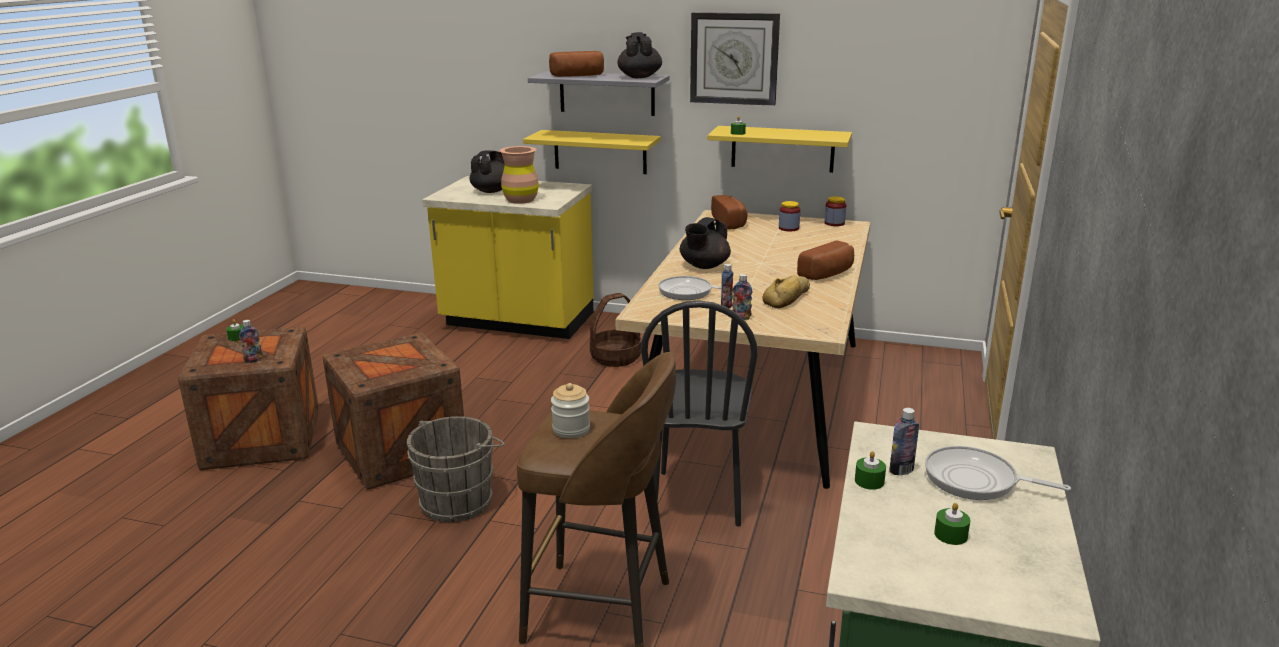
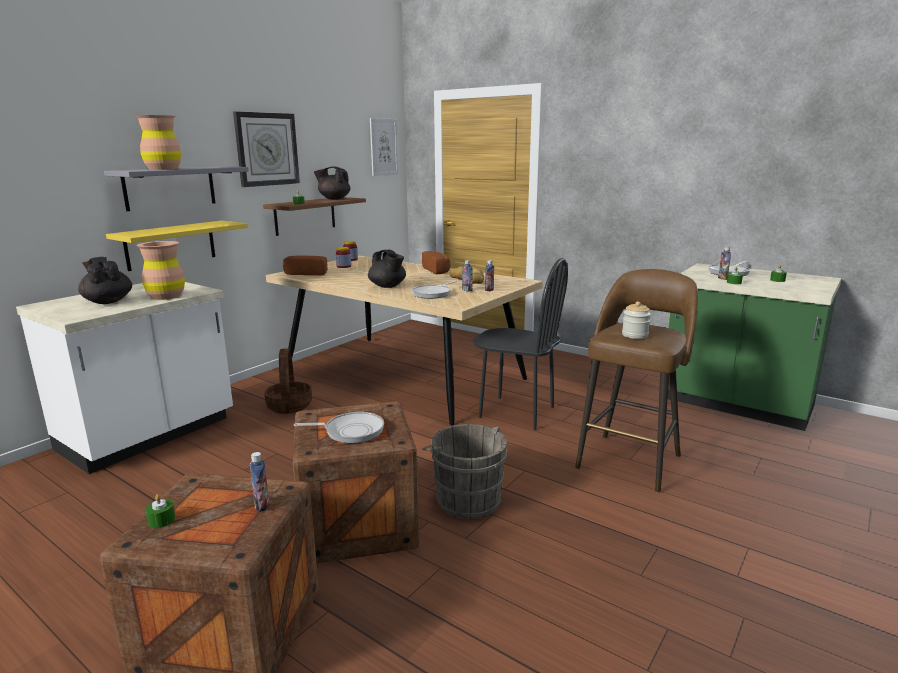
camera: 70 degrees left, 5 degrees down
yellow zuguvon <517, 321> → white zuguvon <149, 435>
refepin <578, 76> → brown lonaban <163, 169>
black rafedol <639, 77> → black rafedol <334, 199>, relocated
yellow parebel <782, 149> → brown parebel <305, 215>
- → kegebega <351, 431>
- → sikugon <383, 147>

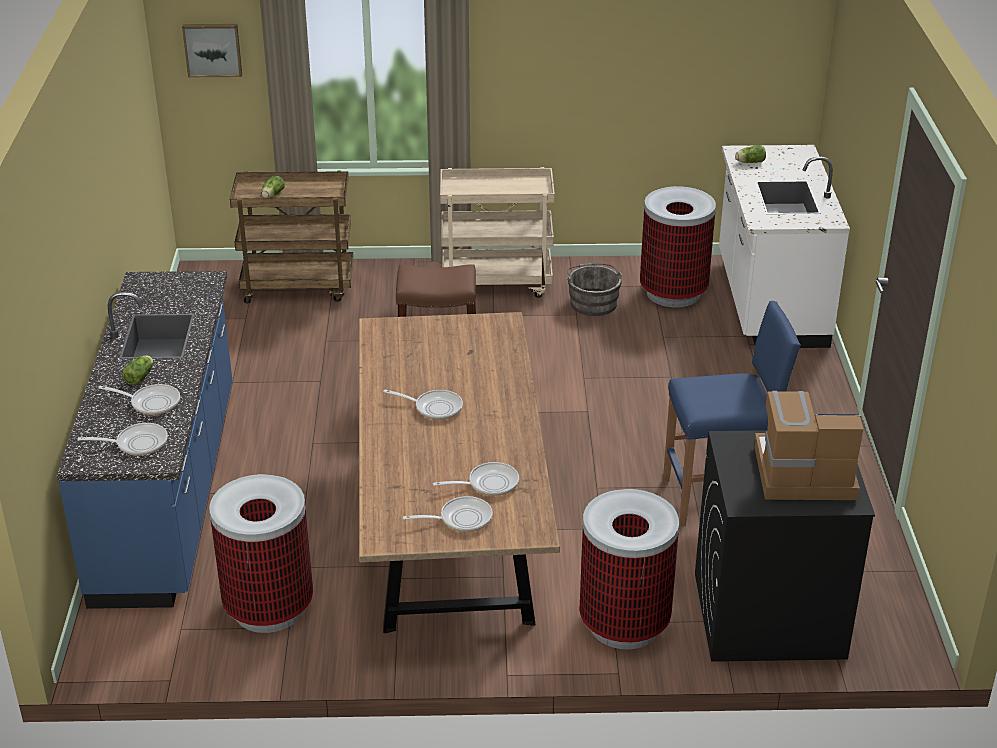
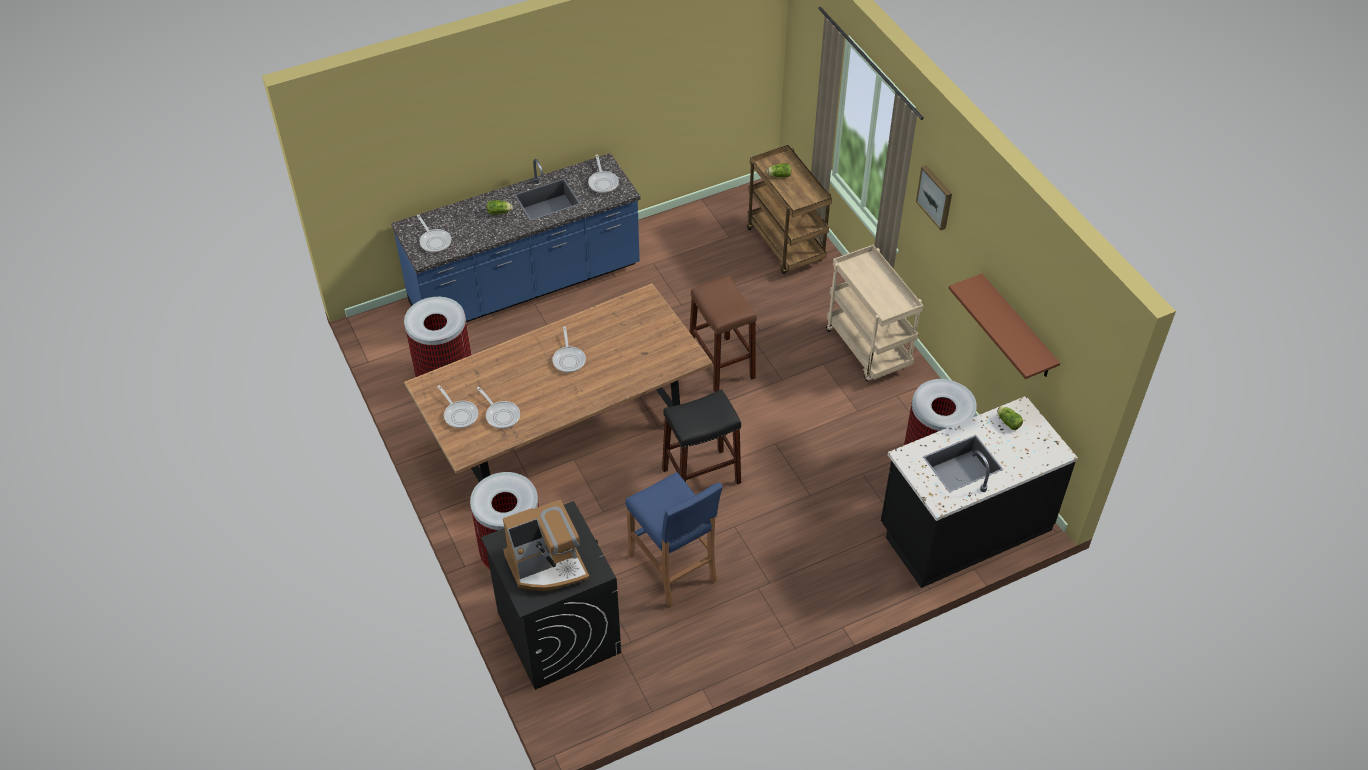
camera: 65 degrees right, 15 degrees up
kegebega <151, 402> → kegebega <603, 182>, relocated
sikugon <212, 49> → sikugon <936, 197>, relocated
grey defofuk <593, 302> → -
white zuguvon <769, 301> → black zuguvon <964, 528>
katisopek <802, 474> → katisopek <547, 565>, 90 degrees clockwise
- → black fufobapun <701, 476>
- → brown parebel <1017, 328>

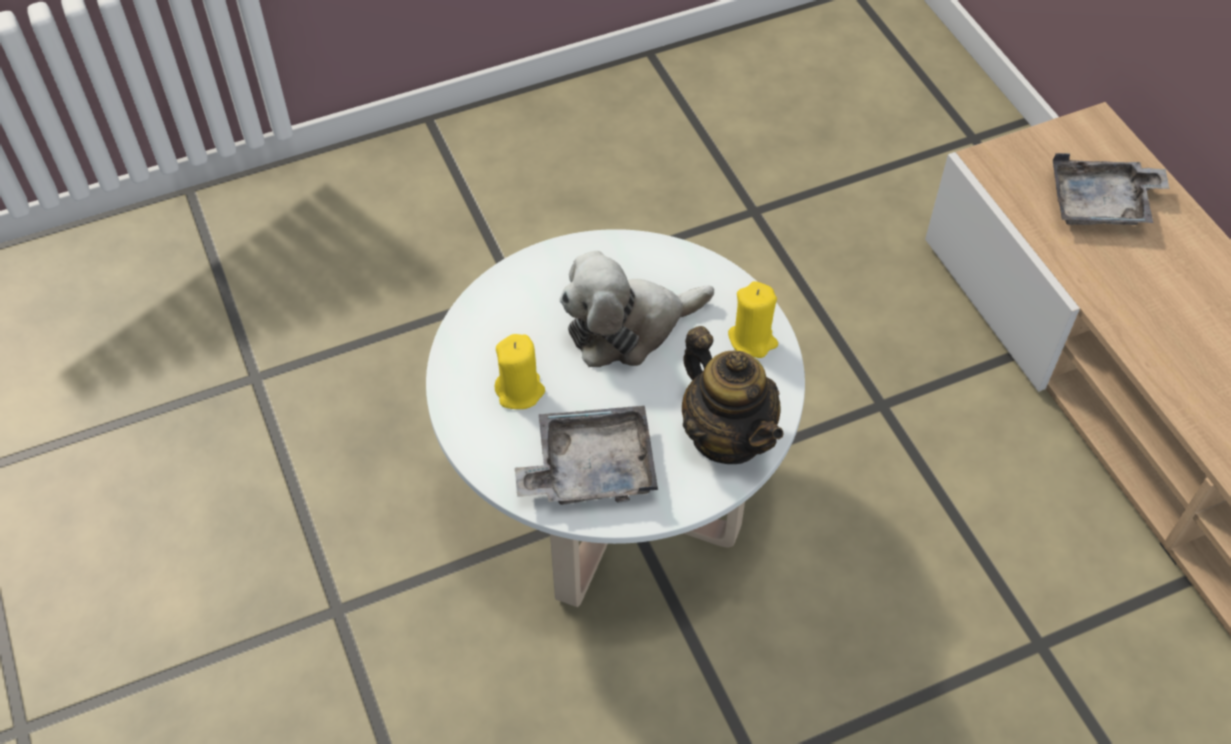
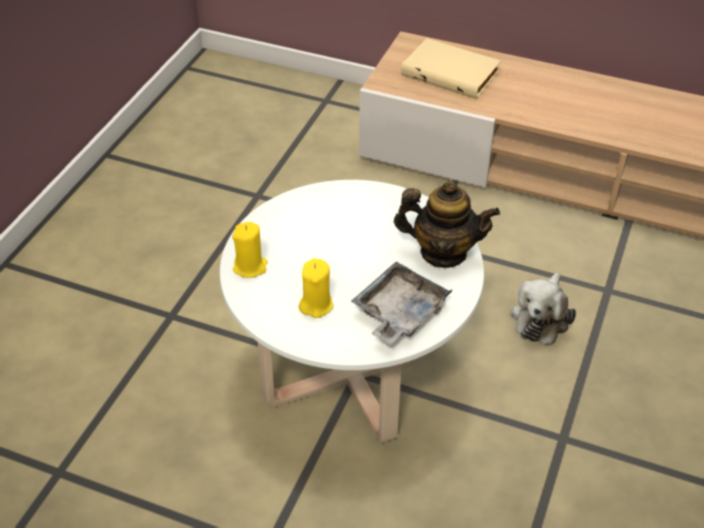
camera: 45 degrees left, 10 degrees down
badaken <628, 328> → badaken <541, 317>, relocated
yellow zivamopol <752, 340> → yellow zivamopol <250, 267>, relocated
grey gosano <1101, 205> → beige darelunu <451, 72>

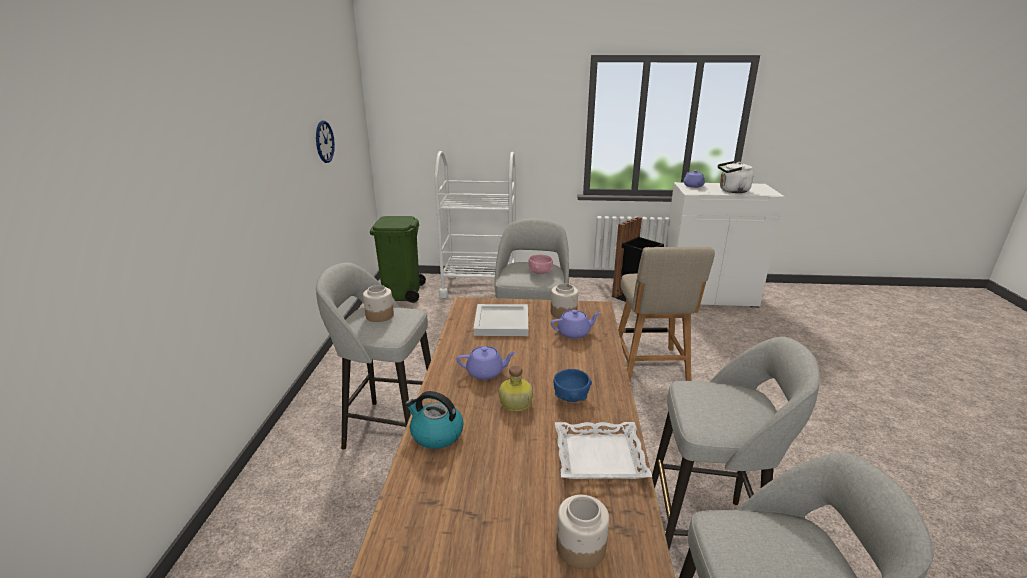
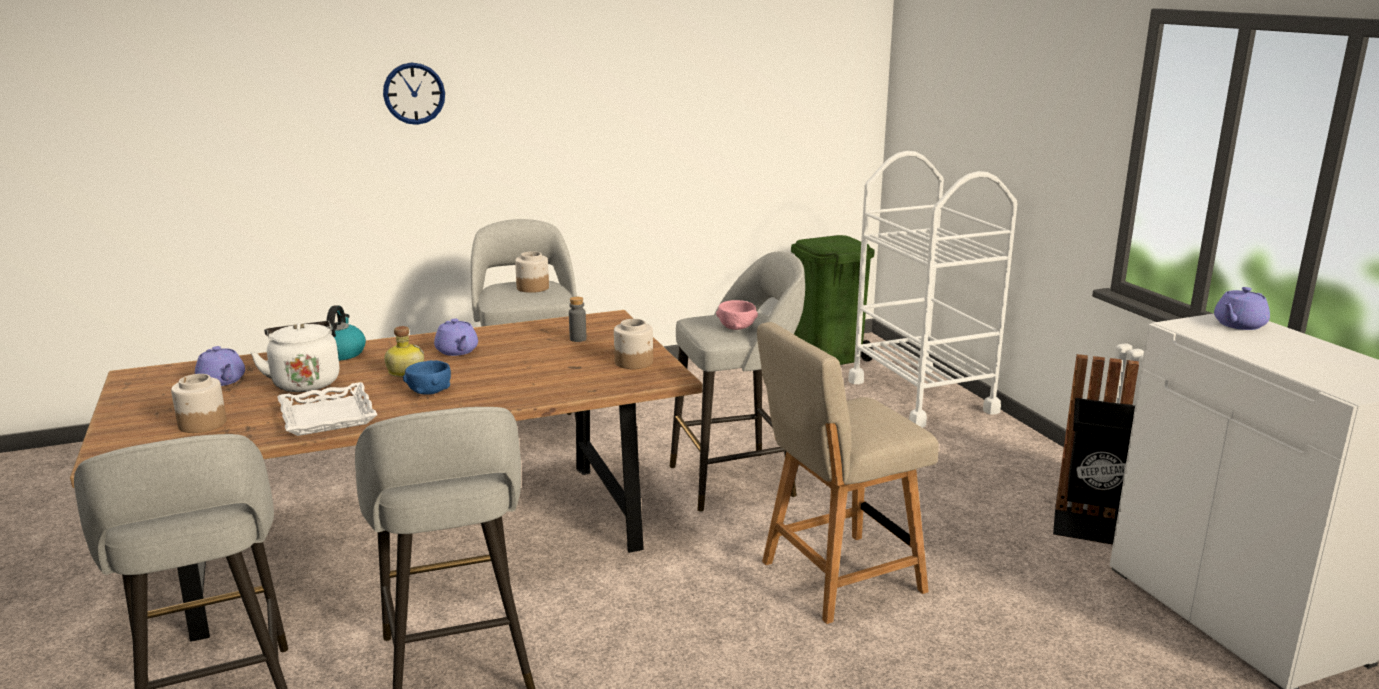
camera: 65 degrees right, 5 degrees down
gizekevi <324, 141> → gizekevi <414, 93>, relocated
white gosano <502, 322> → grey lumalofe <578, 339>
purple rafedol <574, 333> → purple rafedol <222, 381>, relocated
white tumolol <732, 191> → white tumolol <305, 382>, relocated

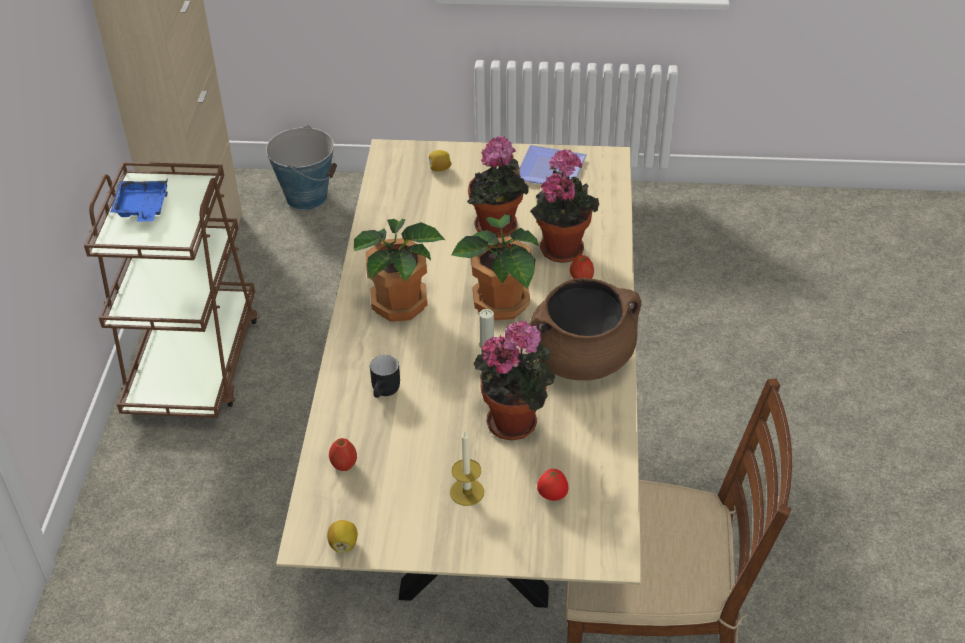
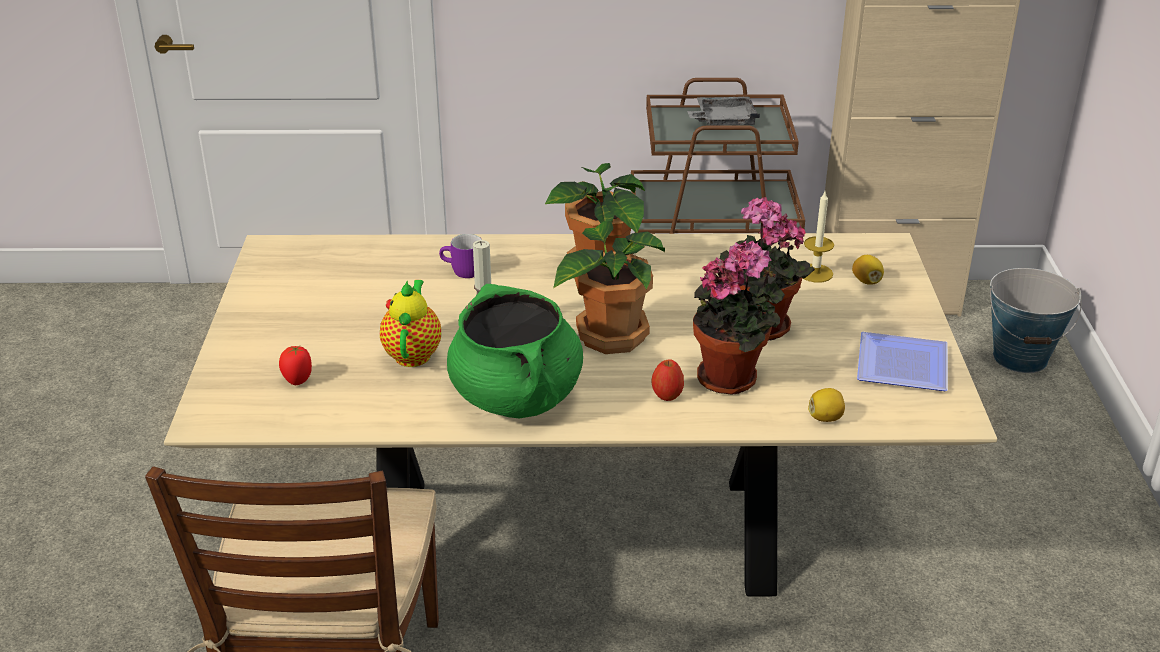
camera: 85 degrees right, 10 degrees down
blue gosano <142, 208> → grey gosano <723, 120>
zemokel <343, 544> → zemokel <825, 418>, relocated
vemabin <344, 464> → -
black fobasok <386, 391> → purple fobasok <462, 272>
zivamopol <467, 492> → zivamopol <815, 273>, relocated
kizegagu <516, 421> → rafedol <413, 353>
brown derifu <581, 359> → green derifu <517, 397>

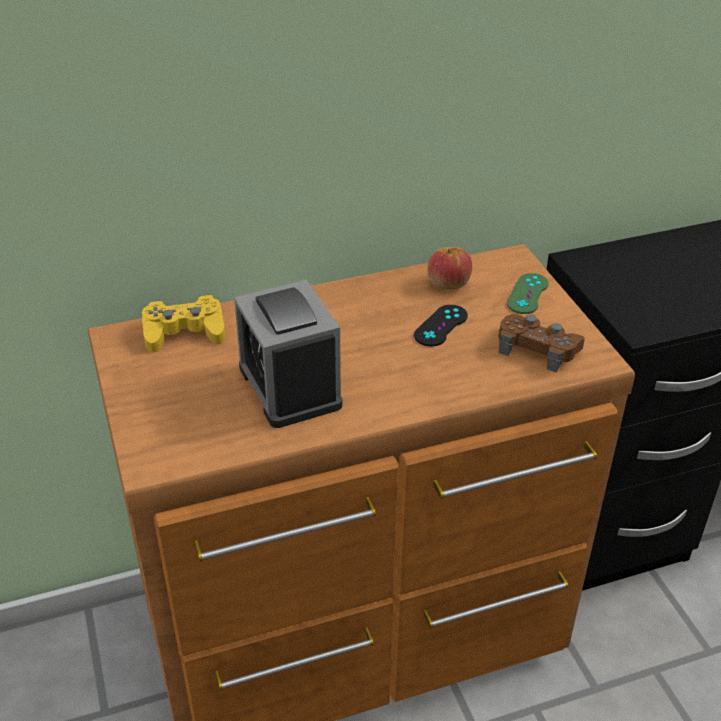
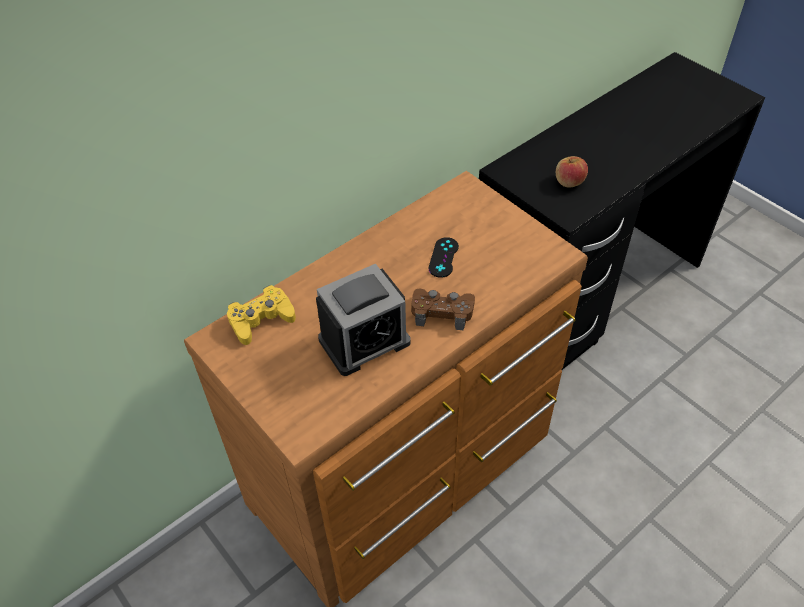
camera: 20 degrees left, 10 degrees up
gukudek <290, 386> → gukudek <364, 341>, 75 degrees counterclockwise
vemabin <448, 283> → vemabin <569, 182>, relocated
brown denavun <538, 349> → brown denavun <442, 312>, relocated
green denavun <527, 294> → -

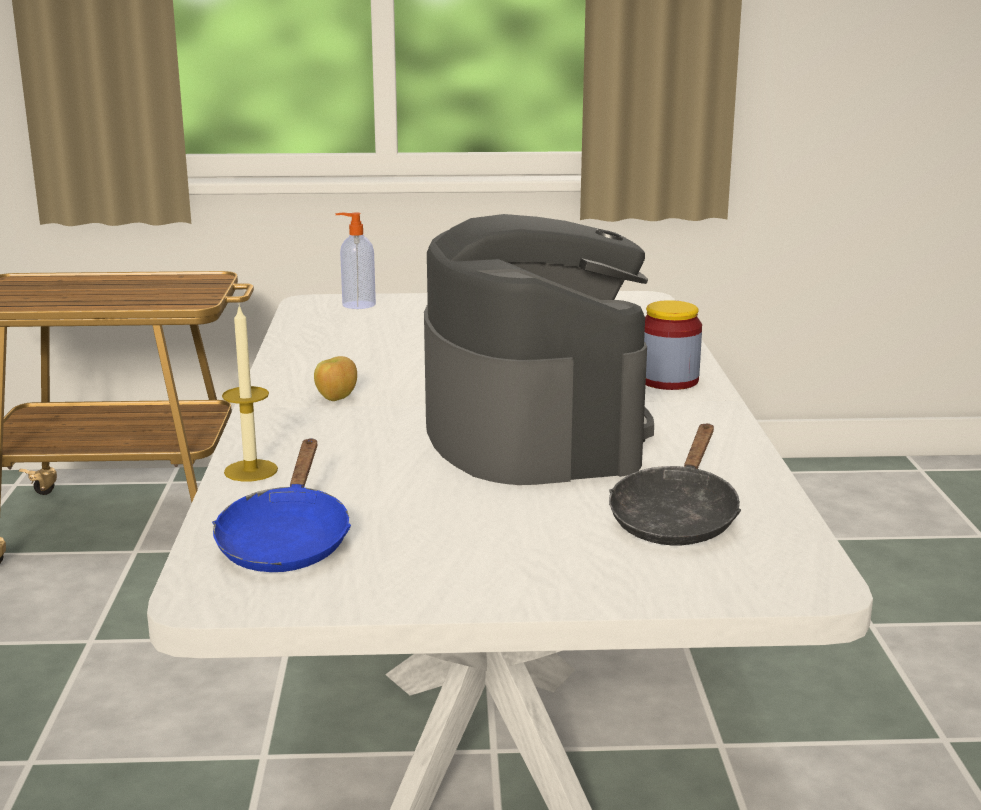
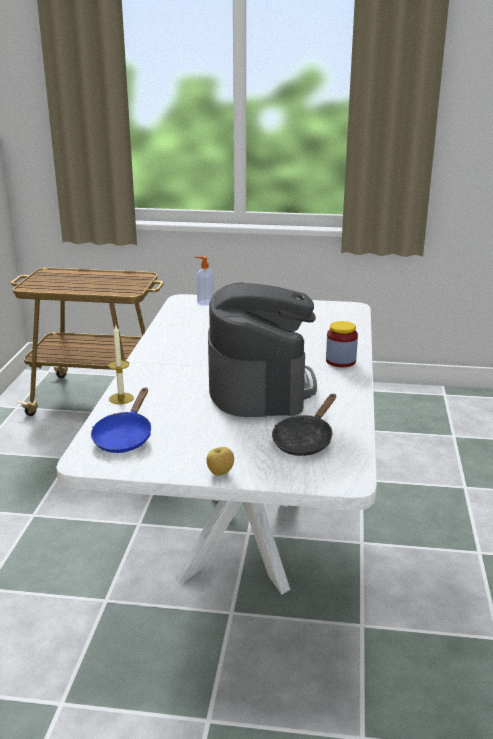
camera: 10 degrees right, 5 degrees up
vemabin <336, 398> → vemabin <220, 473>, relocated

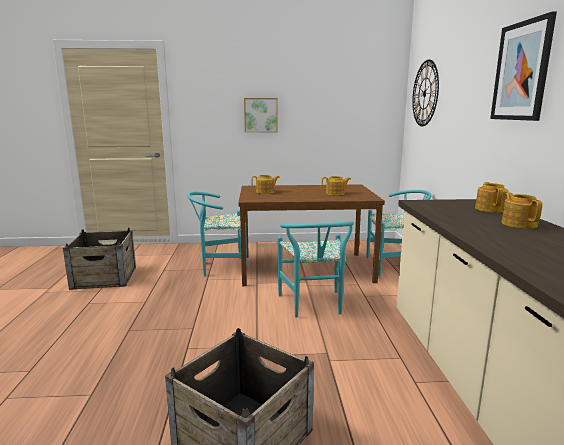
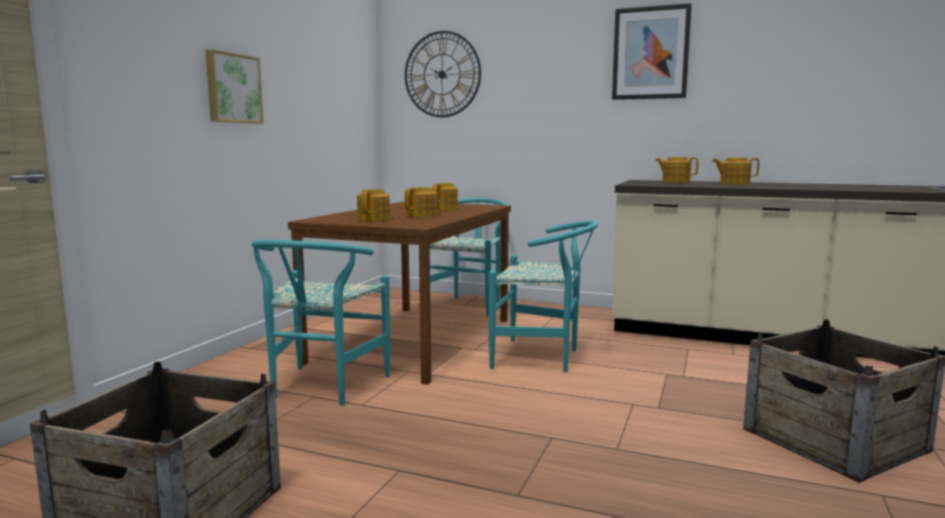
camera: 65 degrees left, 5 degrees down
- → rafedol <422, 215>

